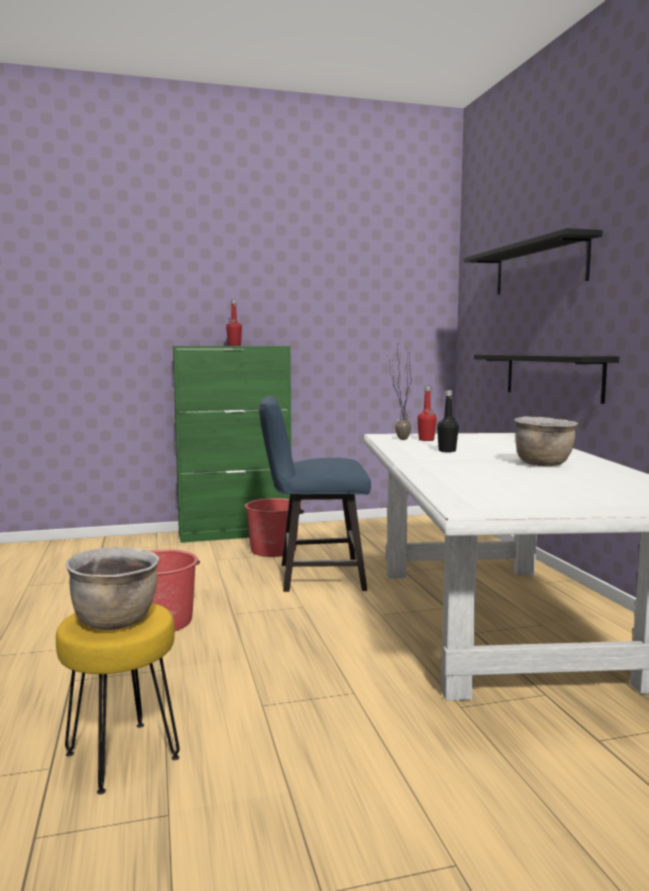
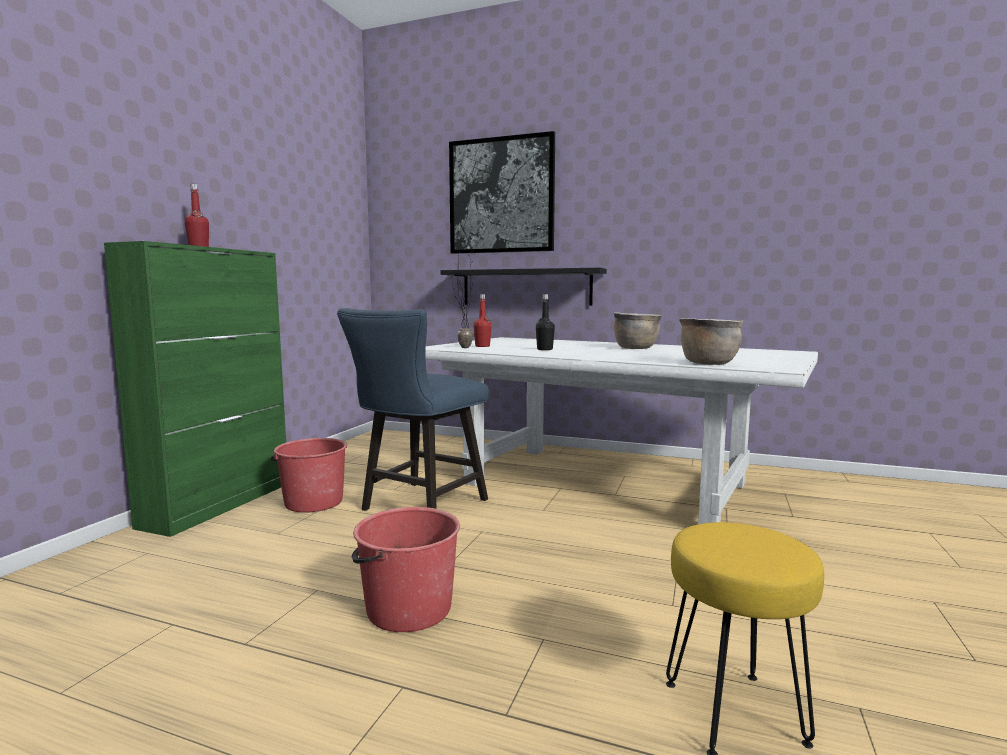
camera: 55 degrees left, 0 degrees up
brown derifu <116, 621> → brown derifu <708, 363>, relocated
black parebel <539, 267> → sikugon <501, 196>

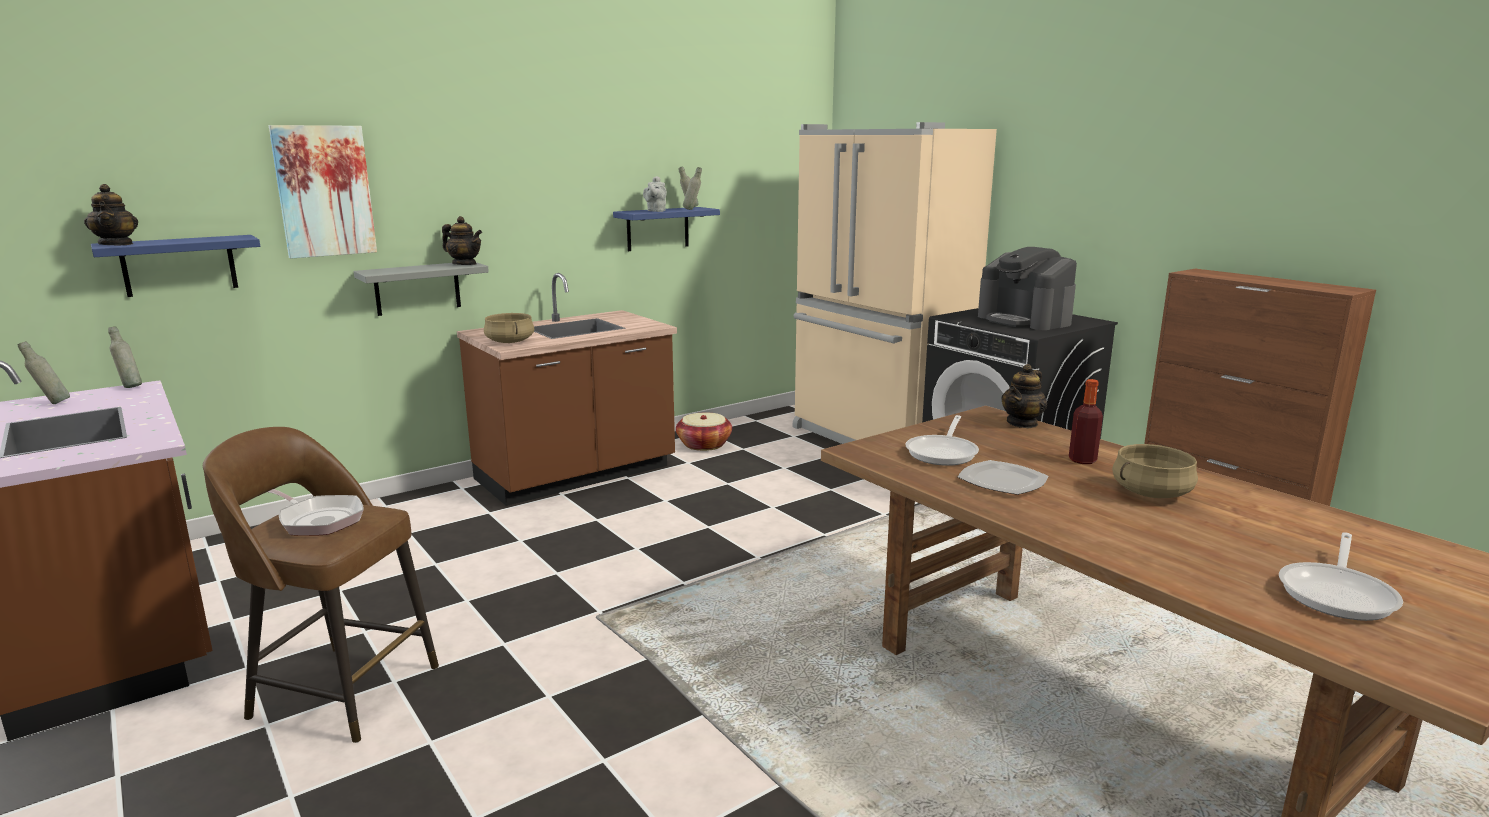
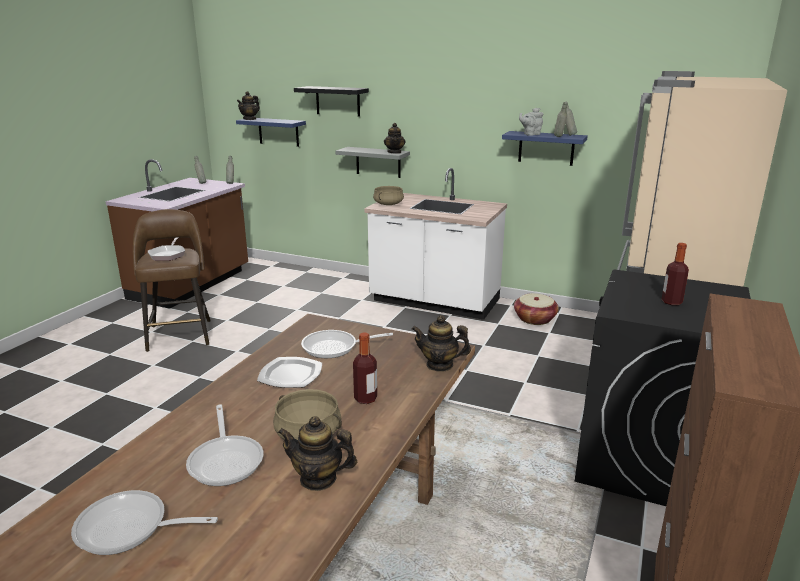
camera: 60 degrees right, 5 degrees up
sikugon <324, 191> → black parebel <338, 101>
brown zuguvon <576, 475> → white zuguvon <434, 302>
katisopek <1025, 320> → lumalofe <671, 302>
- → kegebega <226, 460>
- → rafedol <318, 479>

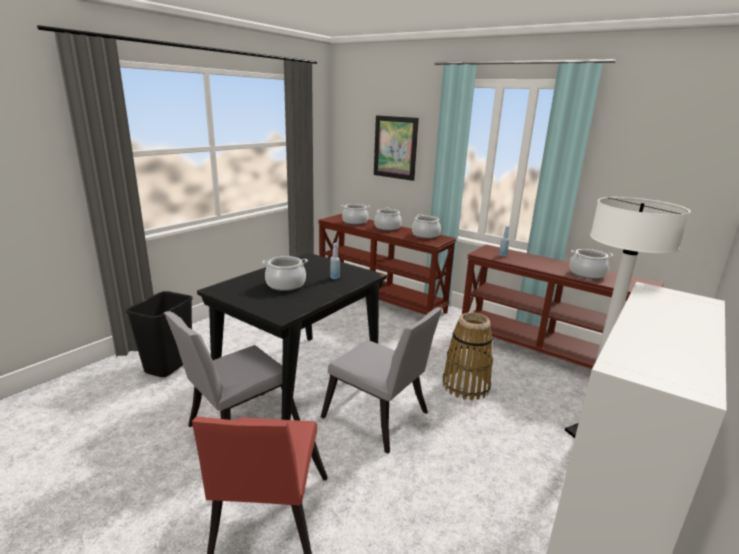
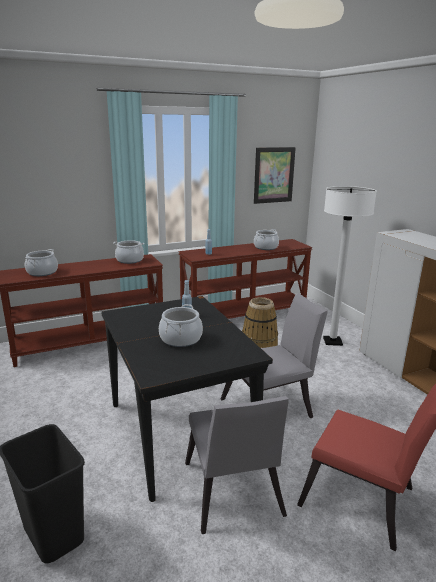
camera: 60 degrees left, 0 degrees up
sikugon <395, 147> → sikugon <274, 175>, relocated
derifu <387, 228> → -

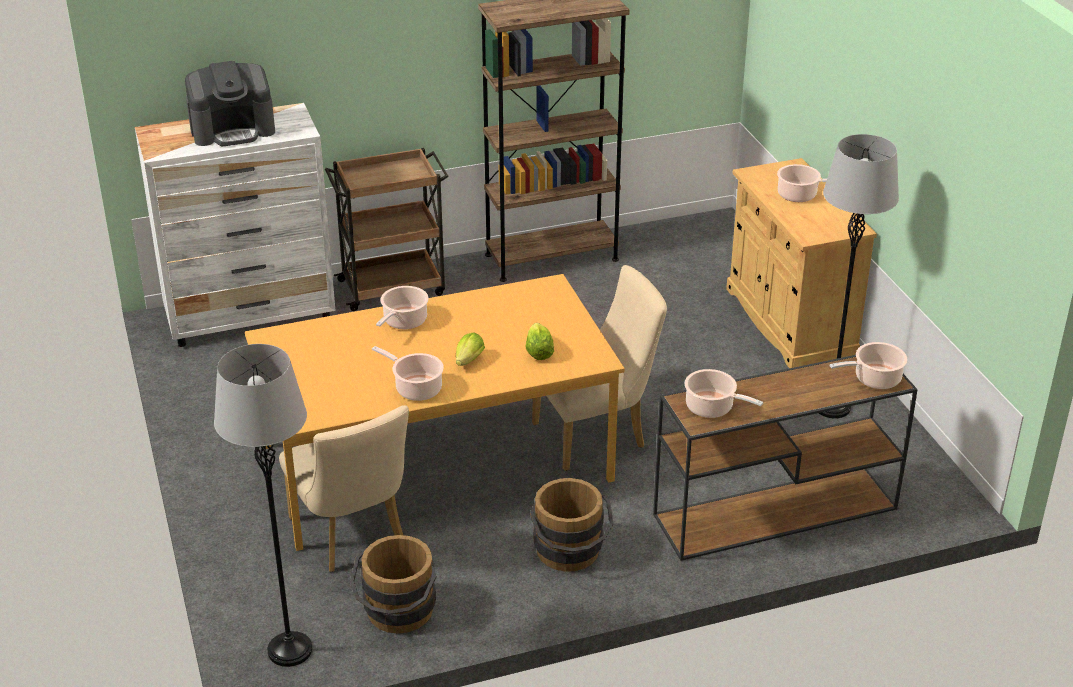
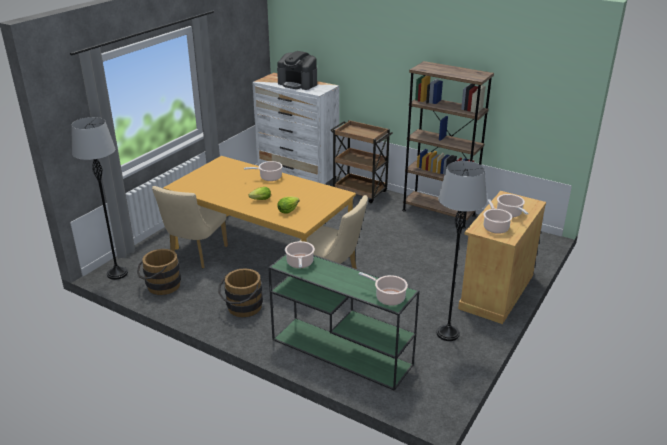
camera: 50 degrees right, 5 degrees down
derifu <416, 388> → derifu <495, 227>, relocated
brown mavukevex <773, 513> → green mavukevex <340, 351>

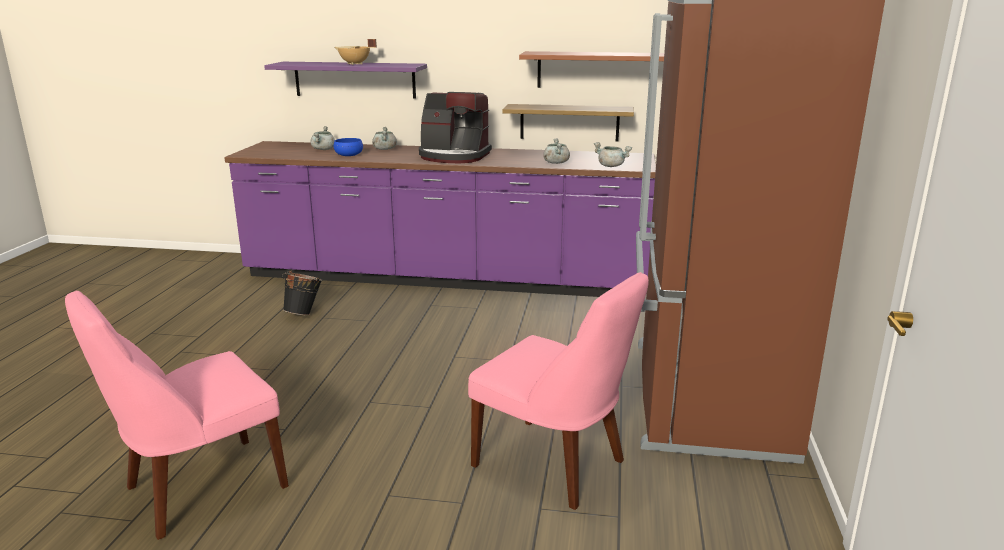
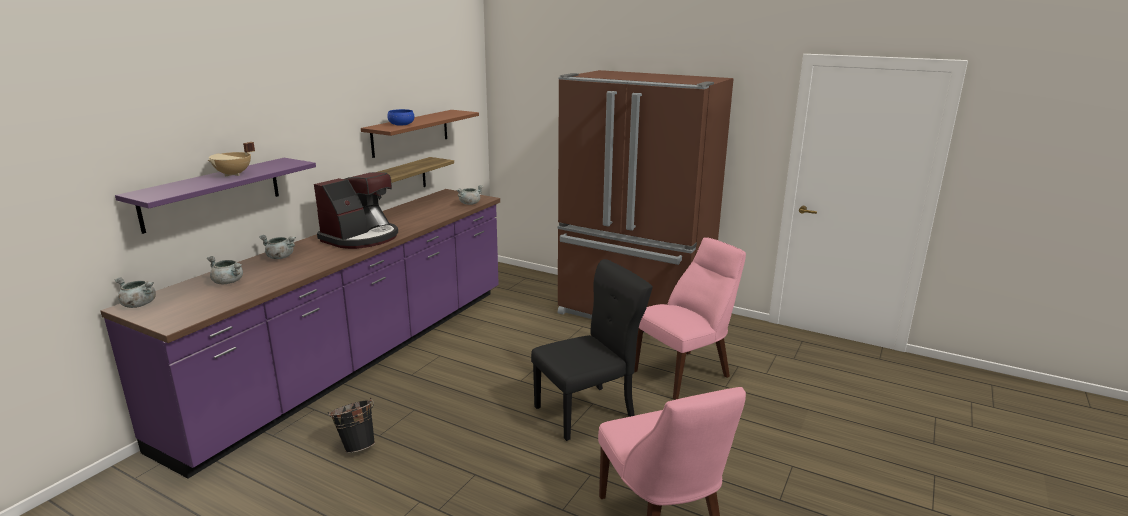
camera: 70 degrees left, 0 degrees up
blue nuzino <349, 154> → blue nuzino <401, 124>, relocated
grey derifu <556, 162> → grey derifu <138, 305>, relocated
- → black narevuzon <588, 411>

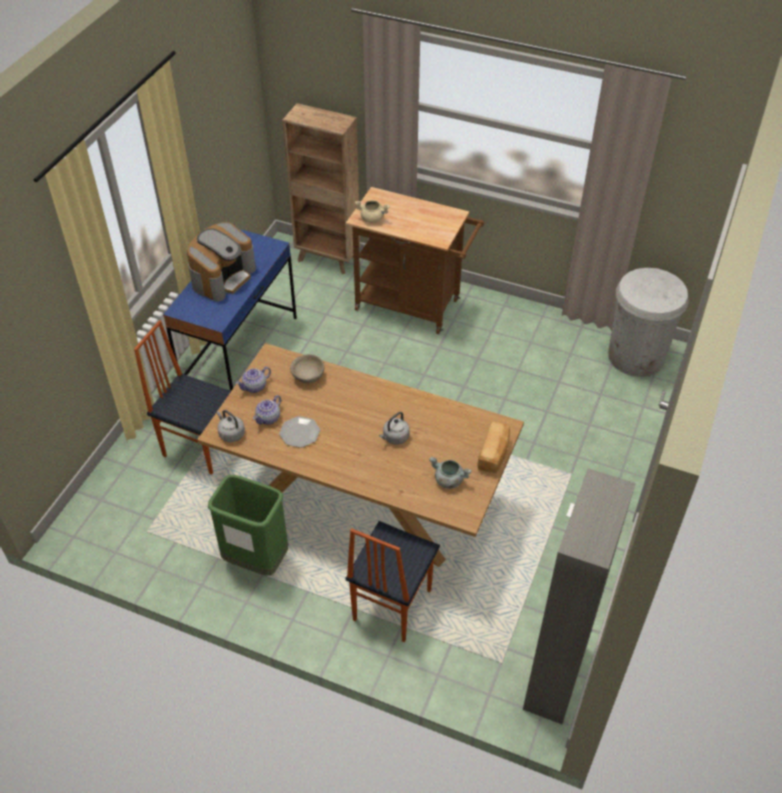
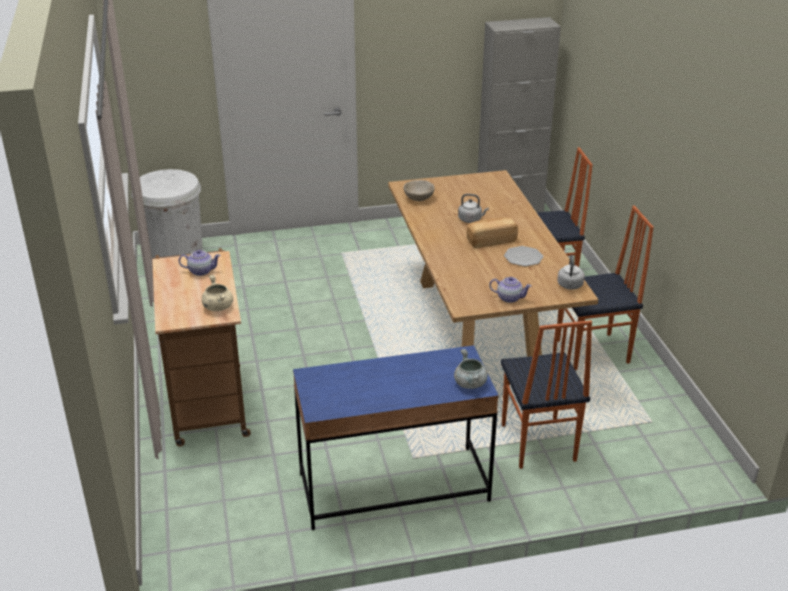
camera: 125 degrees left, 15 degrees down
katisopek <223, 277> → -
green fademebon <256, 560> → narevuzon <593, 352>
rafedol <268, 418> → rafedol <201, 271>, relocated
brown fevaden <328, 259> → -
beige nuzino <307, 376> → beige nuzino <419, 199>, relocated
grey derifu <448, 480> → grey derifu <470, 384>, relocated
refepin <494, 454> → refepin <491, 240>, relocated

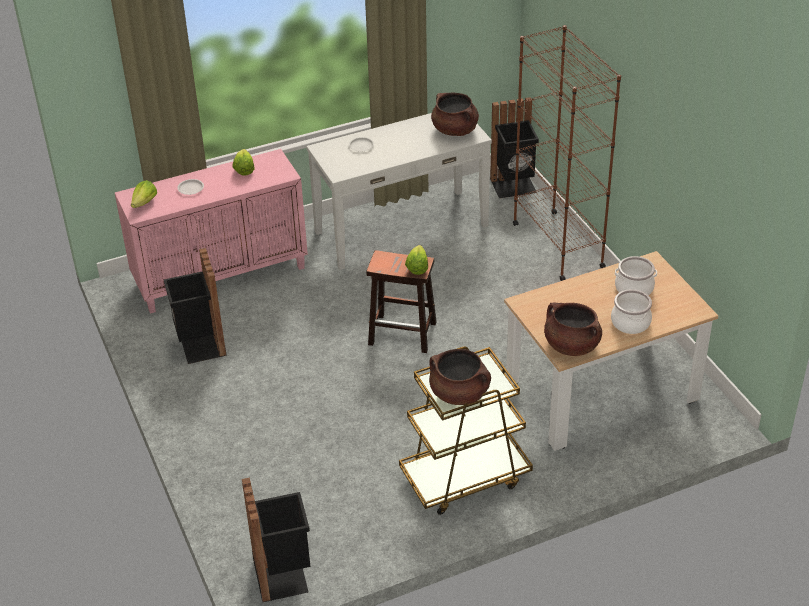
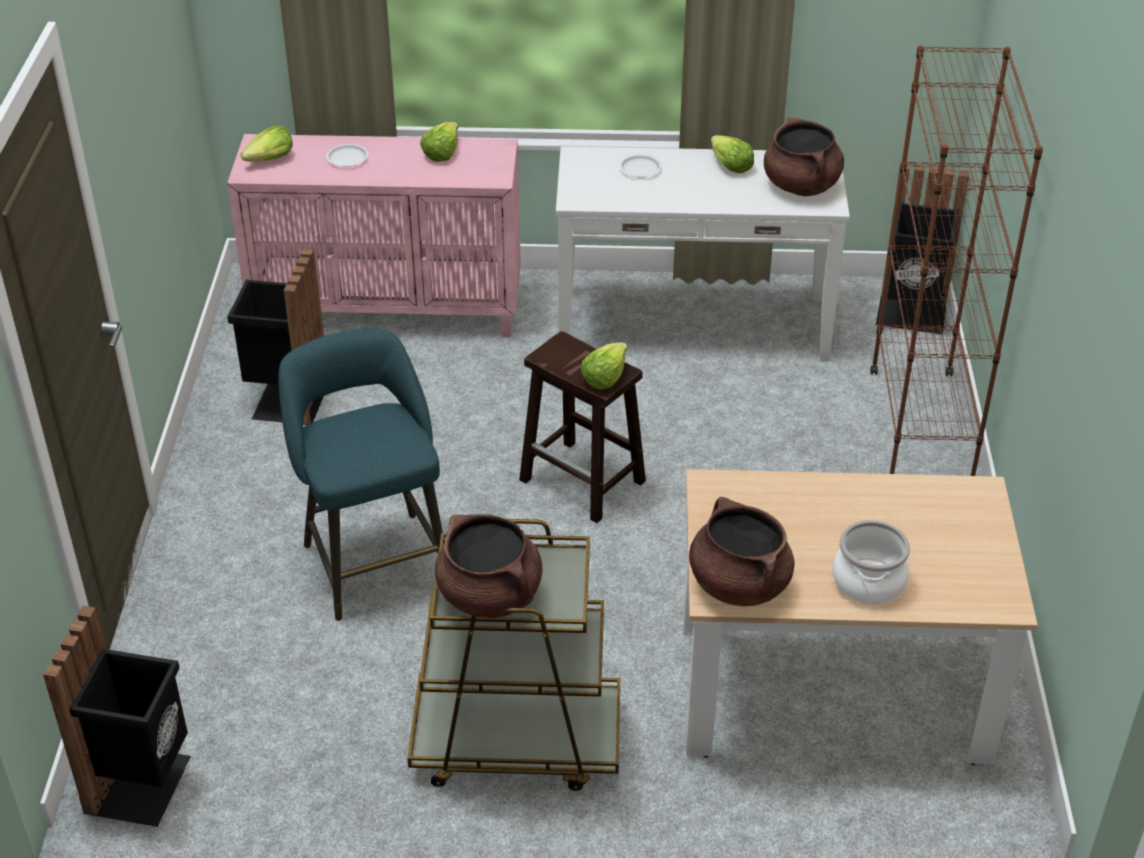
camera: 25 degrees right, 0 degrees up
derifu <634, 288> → -
- → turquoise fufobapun <374, 560>
- → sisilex <729, 166>

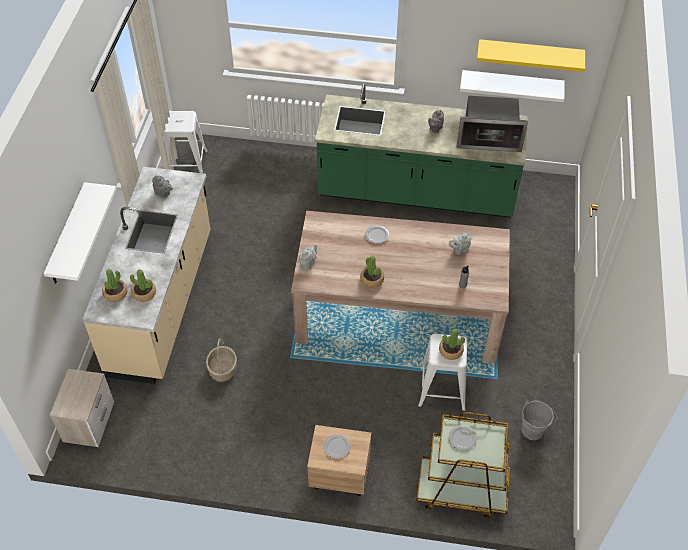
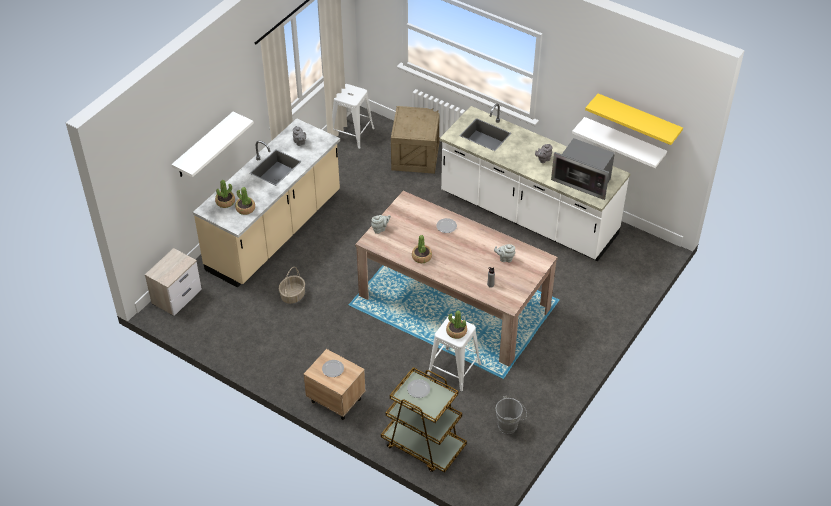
camera: 25 degrees right, 5 degrees down
green zuguvon <416, 192> → white zuguvon <528, 215>
- → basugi <415, 155>

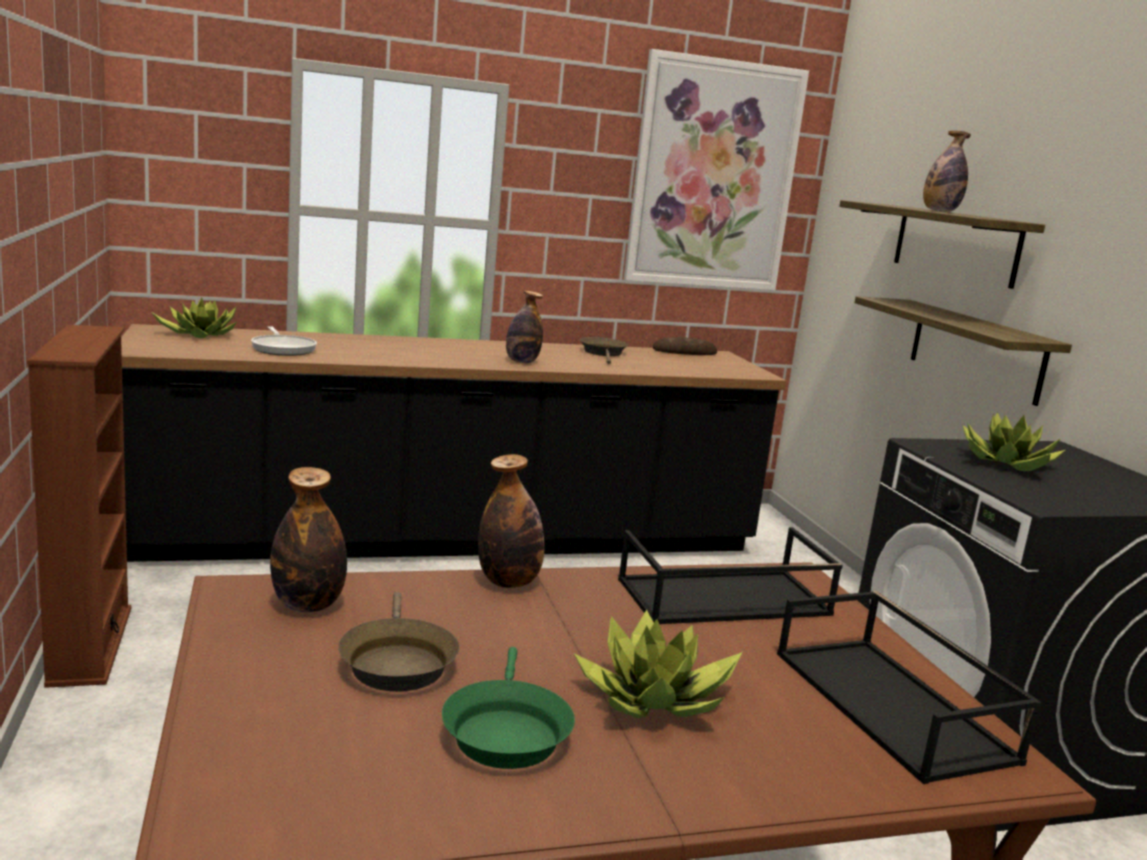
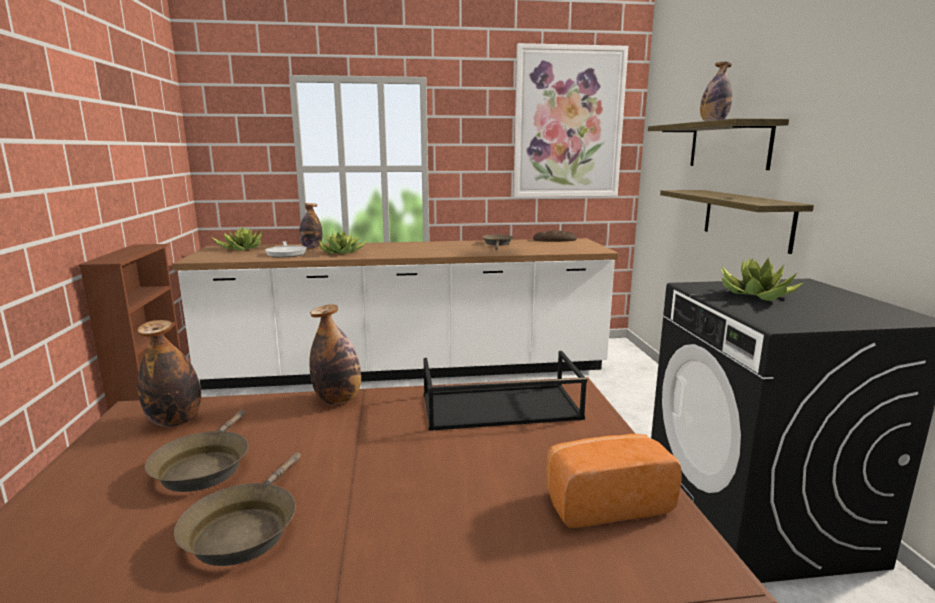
camera: 10 degrees right, 0 degrees up
black zuguvon <454, 540> → white zuguvon <409, 369>
green kegebega <505, 731> → brown kegebega <244, 528>
lumalofe <521, 362> → lumalofe <311, 247>, relocated
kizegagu <655, 697> → kizegagu <342, 252>, relocated
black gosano <895, 706> → refepin <604, 501>

